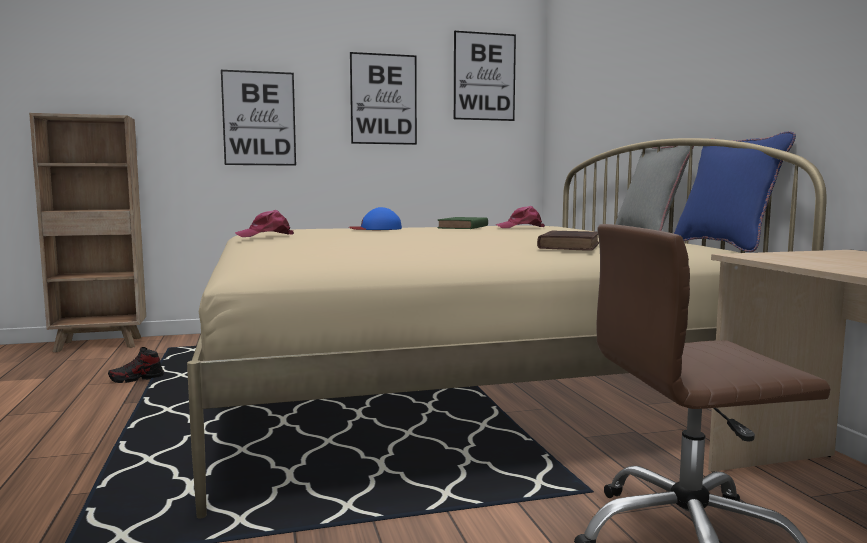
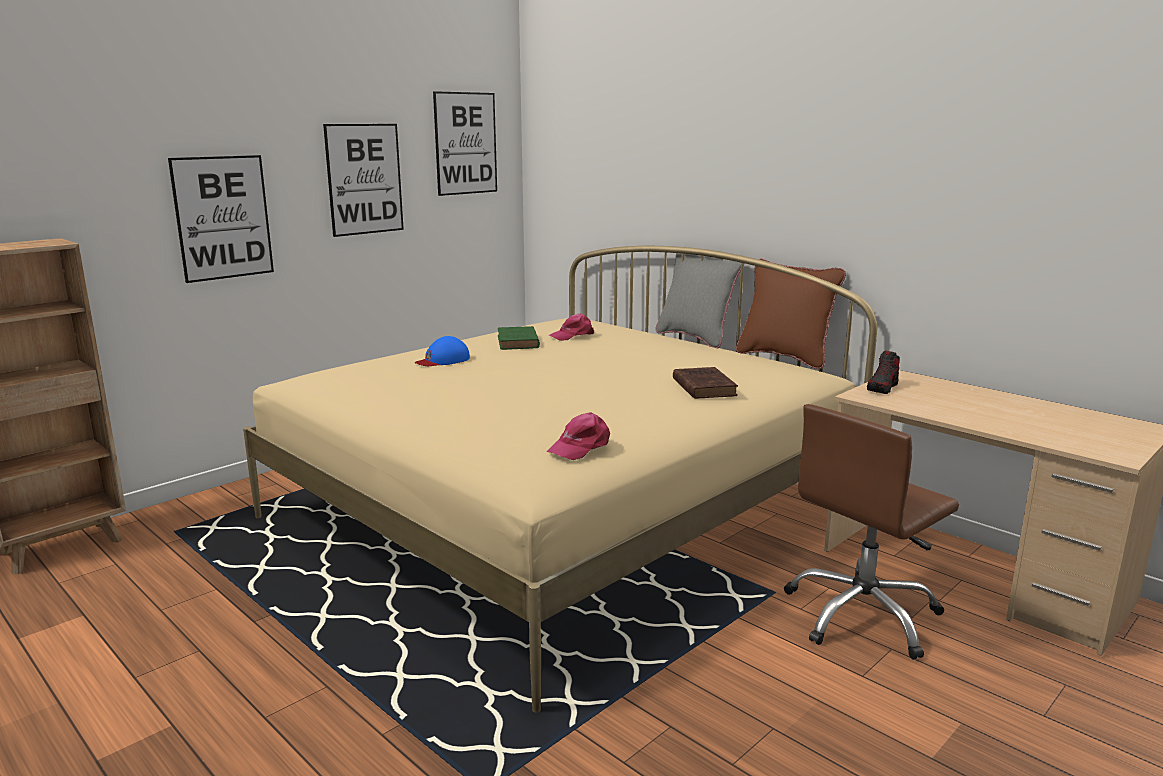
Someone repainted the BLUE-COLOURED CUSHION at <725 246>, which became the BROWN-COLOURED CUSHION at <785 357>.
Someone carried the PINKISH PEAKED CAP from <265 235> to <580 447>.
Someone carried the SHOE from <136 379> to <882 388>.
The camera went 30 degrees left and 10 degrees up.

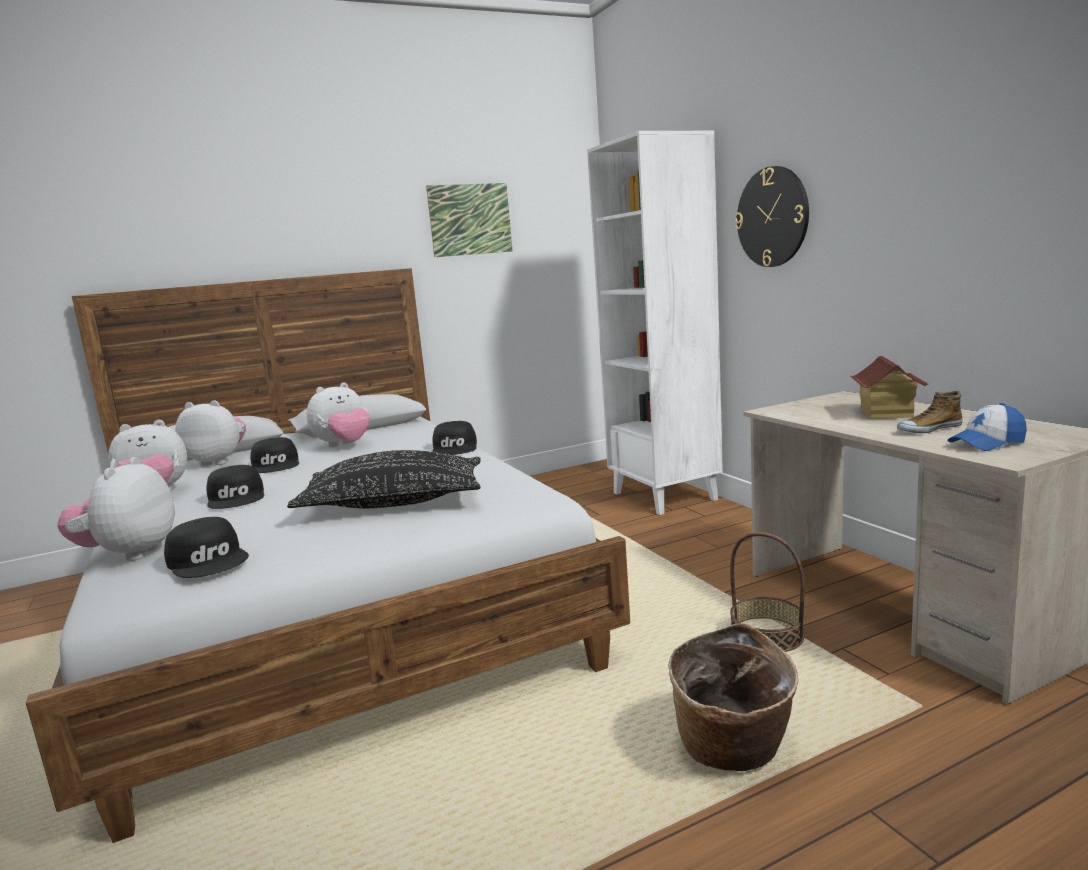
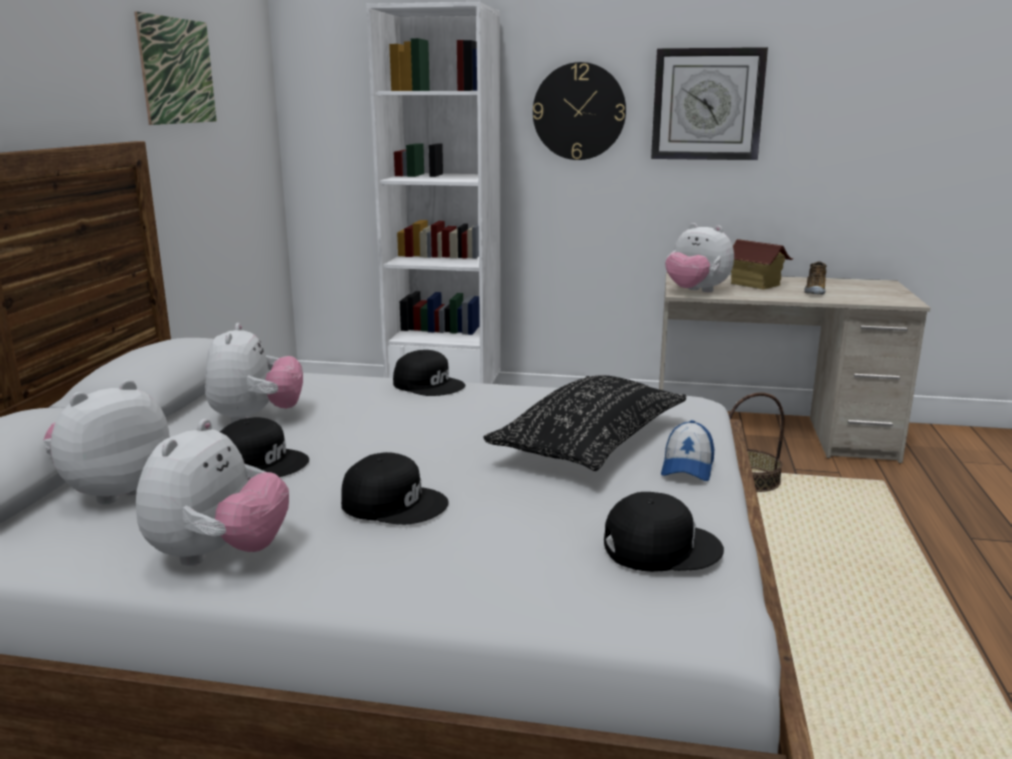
Someone carried the PEAKED CAP from <987 443> to <687 467>.
Someone carried the SOFT TOY from <129 554> to <696 292>.
Someone took away the STORAGE BASKET at <733 750>.
Someone put up the WALL CLOCK at <707 104>.
The camera went 55 degrees left and 5 degrees up.

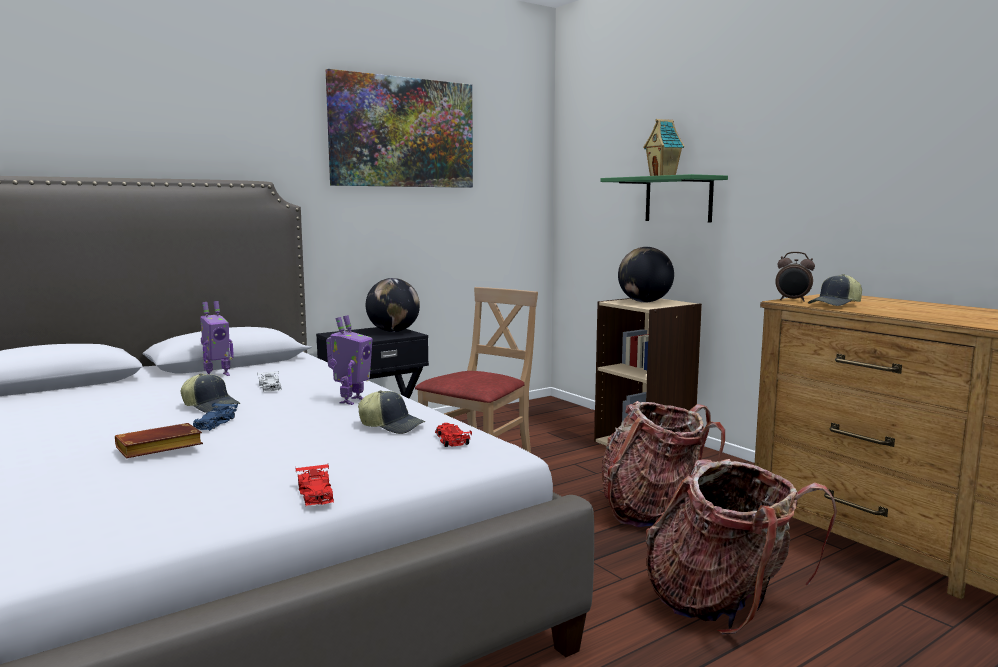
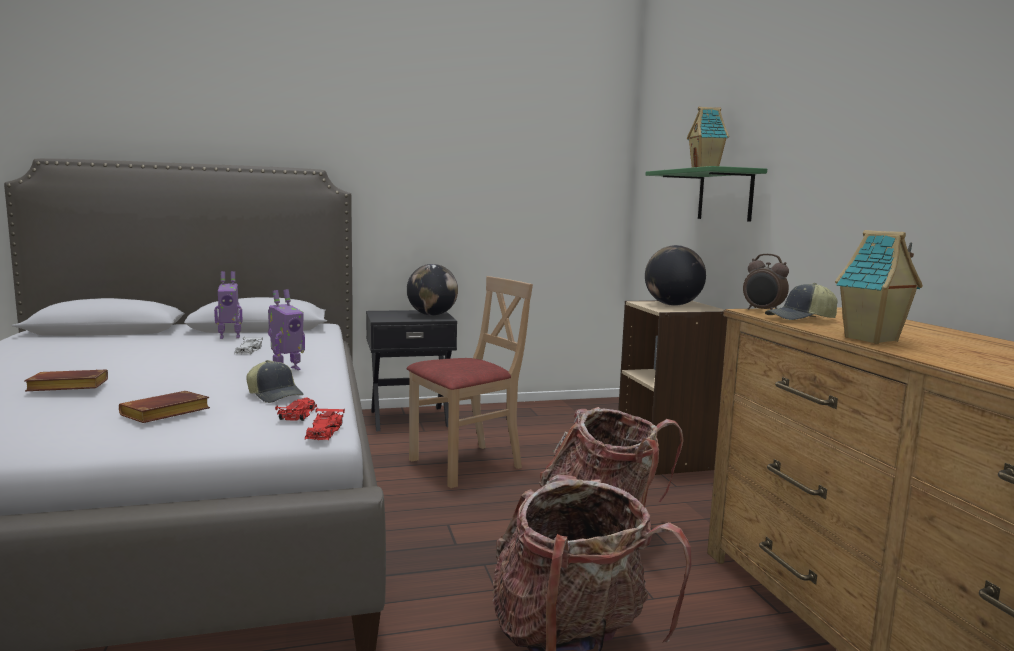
Someone took away the WALL PICTURE at <402 133>.
Someone took away the PEAKED CAP at <211 406>.
Someone took away the BLUE-COLOURED MINIATURE CAR at <214 423>.
Someone carried the RED-COLOURED MINIATURE CAR from <316 494> to <324 432>.
Someone put down the MODEL HOUSE at <872 339>.
Someone put down the BROWN-COLOURED BOUND BOOK at <164 415>.
The camera went 20 degrees right and 0 degrees up.

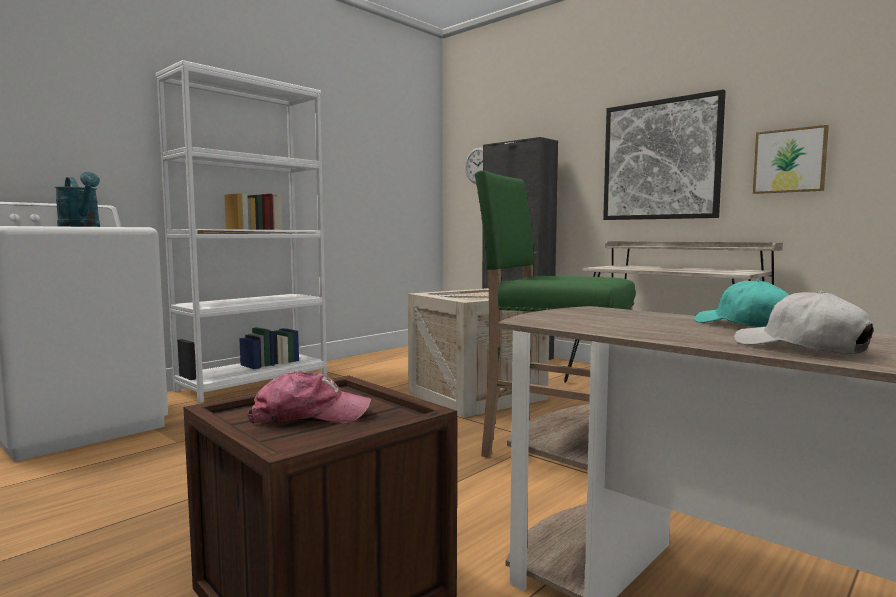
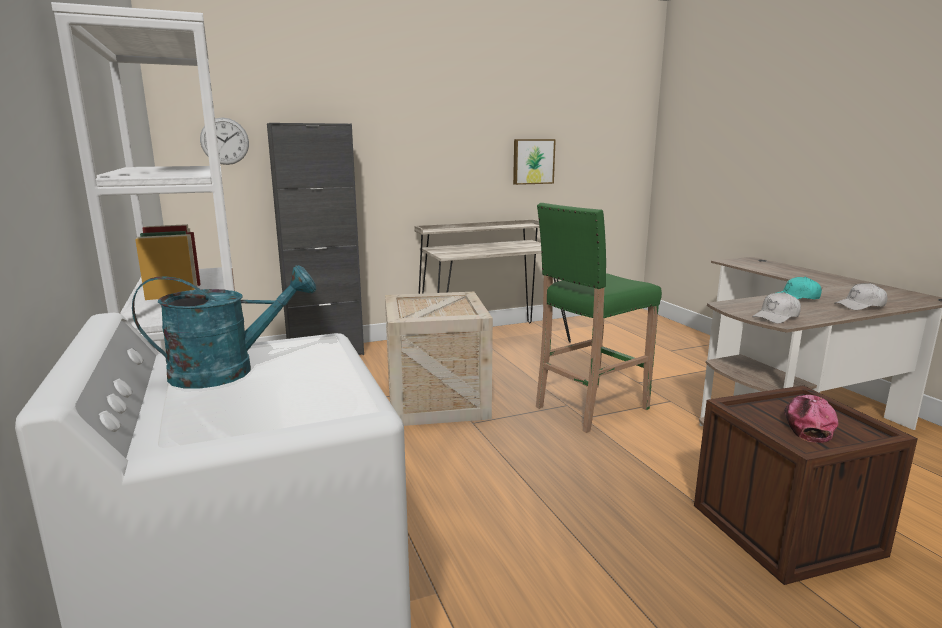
Someone took away the WALL PICTURE at <661 160>.
Someone put down the WHITE PEAKED CAP at <776 317>.
The camera went 65 degrees left and 10 degrees up.

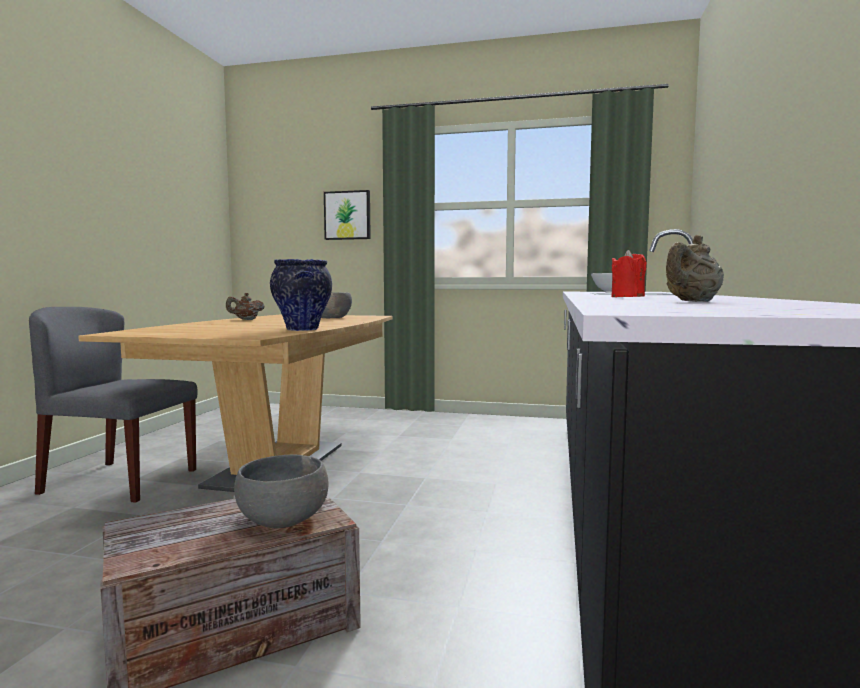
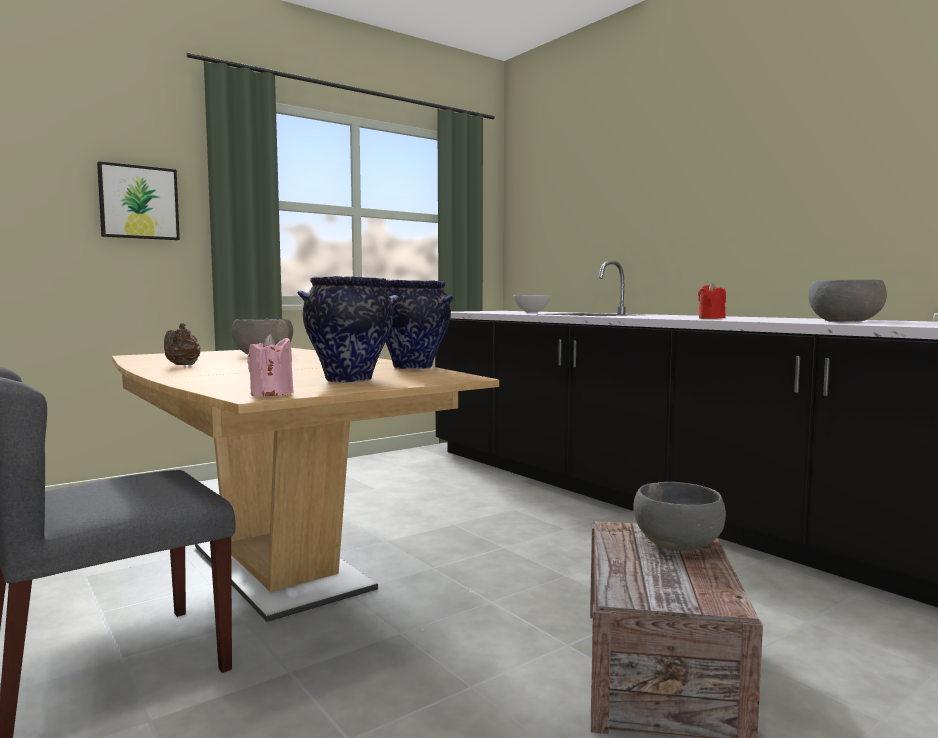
Someone swapped the BEIGE POT FOR TEA at <692 302> for the GREYISH DEEP DISH at <845 321>.
Someone put down the DECORATIVE VASE at <350 380>.
Someone put down the PINKISH WAX CANDLE at <271 394>.
The camera went 50 degrees left and 0 degrees up.

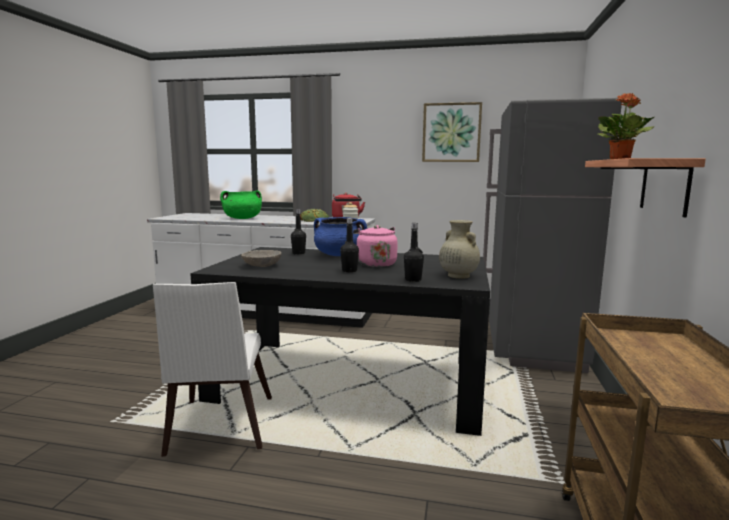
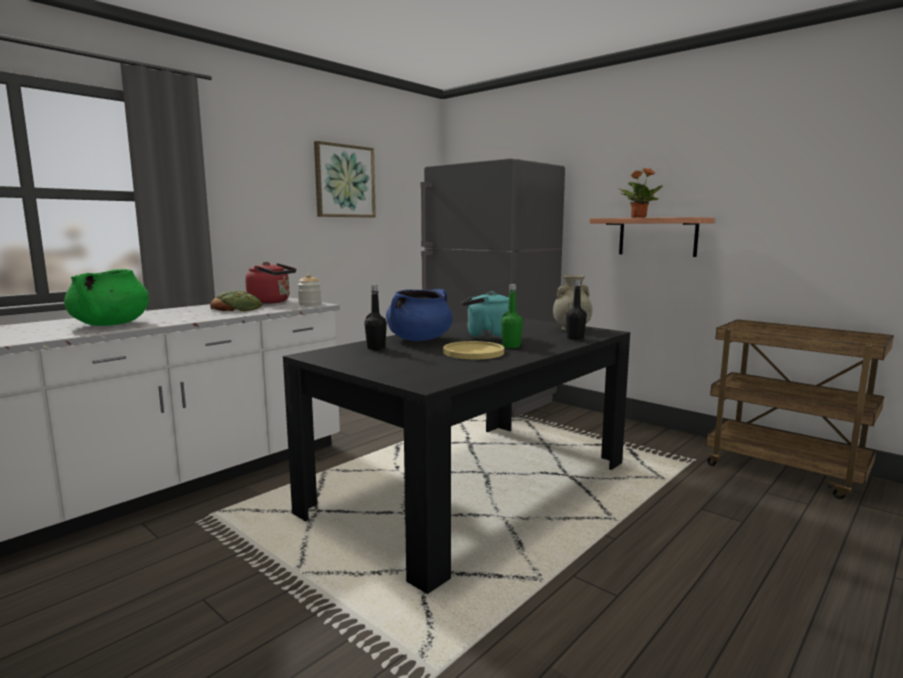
Someone repainted the BLACK-COLOURED BOTTLE at <349 271>, which became the GREEN BOTTLE at <511 346>.
Someone repainted the PINKISH KETTLE at <375 264>, which became the TURQUOISE-COLOURED KETTLE at <487 337>.
Someone took away the GREYISH DEEP DISH at <262 266>.
Someone took away the WHITE PLAIN CHAIR at <218 429>.
Someone put down the YELLOWISH DINNER PLATE at <473 352>.
The camera went 60 degrees left and 0 degrees up.

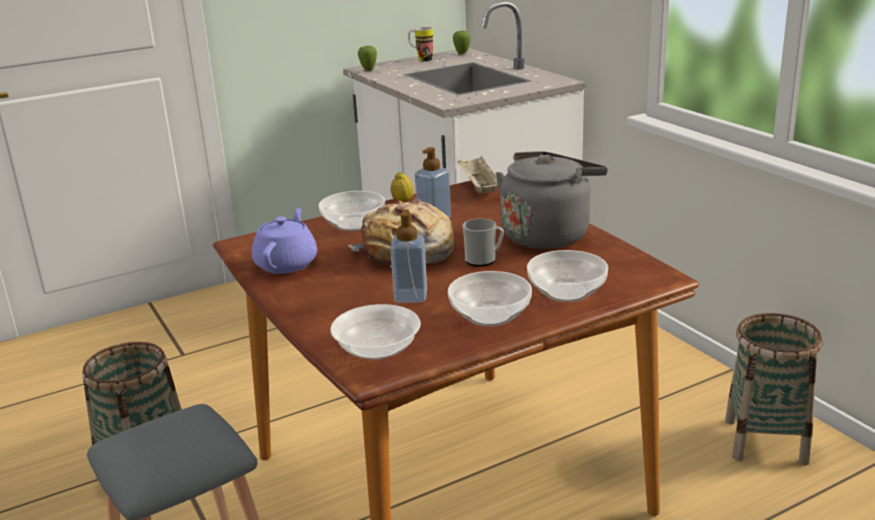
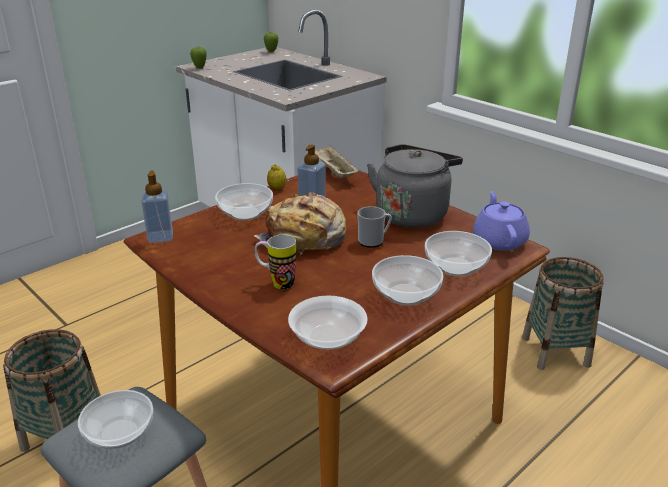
Someone carried the MUG from <421 60> to <276 283>.
Someone carried the PURPLISH POT FOR TEA from <287 263> to <499 240>.
Someone carried the SOAP DISPENSER from <410 296> to <160 237>.
Someone put down the DEEP DISH at <119 434>.
The camera went 15 degrees left and 5 degrees up.

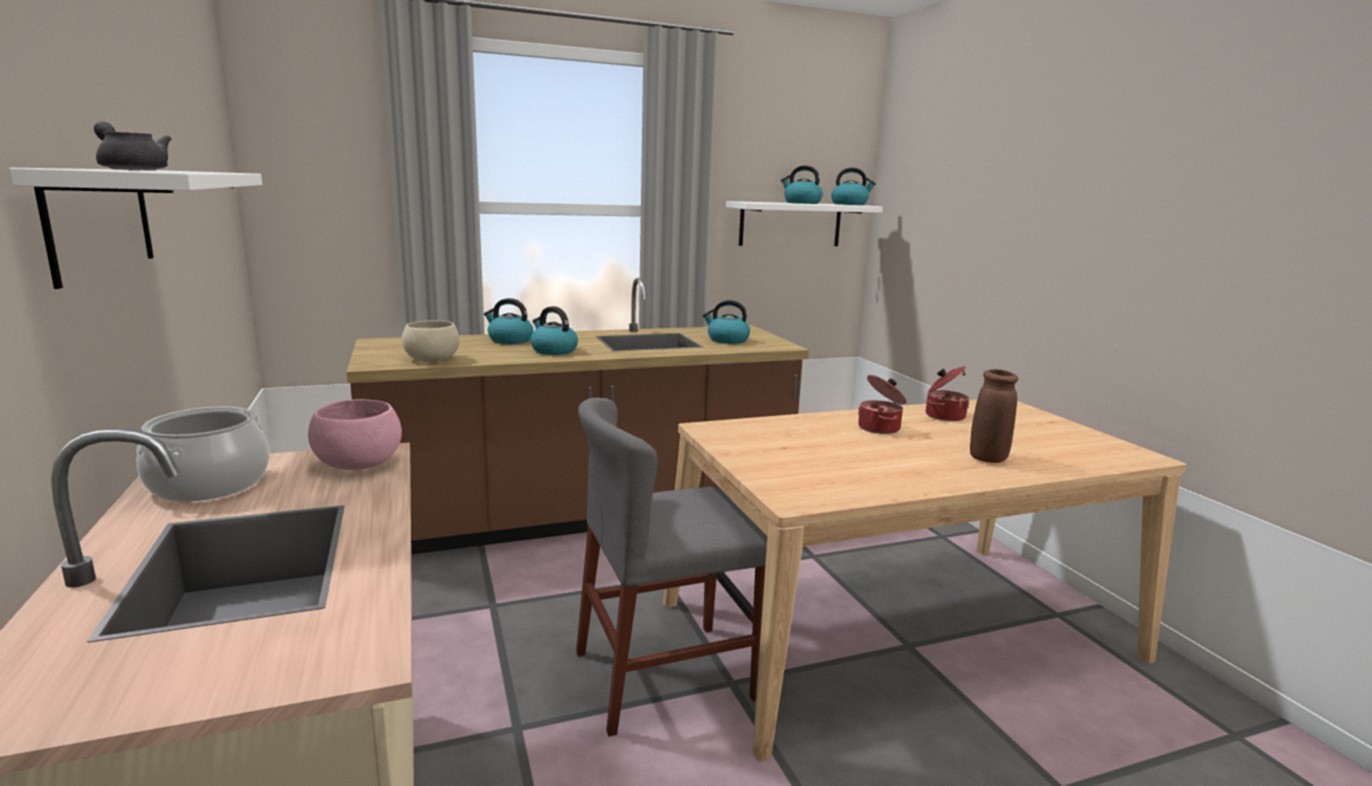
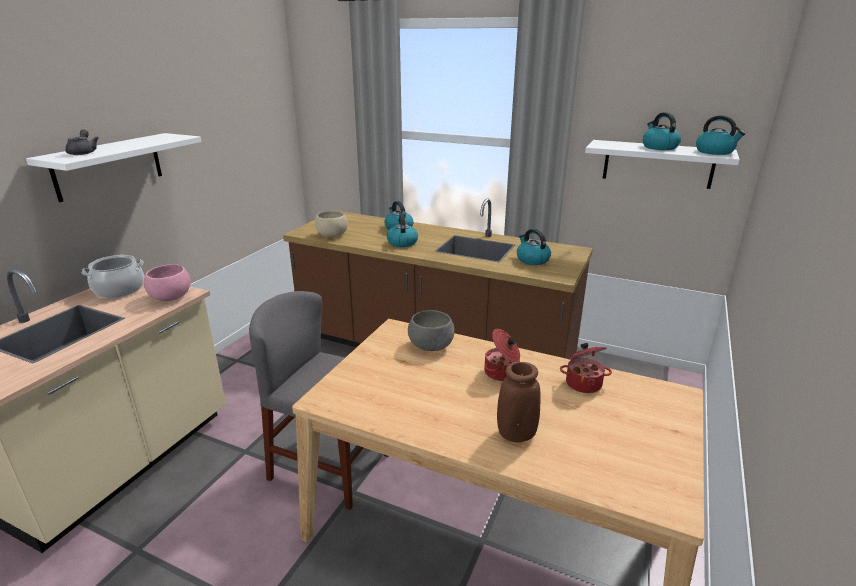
Someone put down the GREYISH DEEP DISH at <430 345>.
The camera went 45 degrees right and 10 degrees up.

